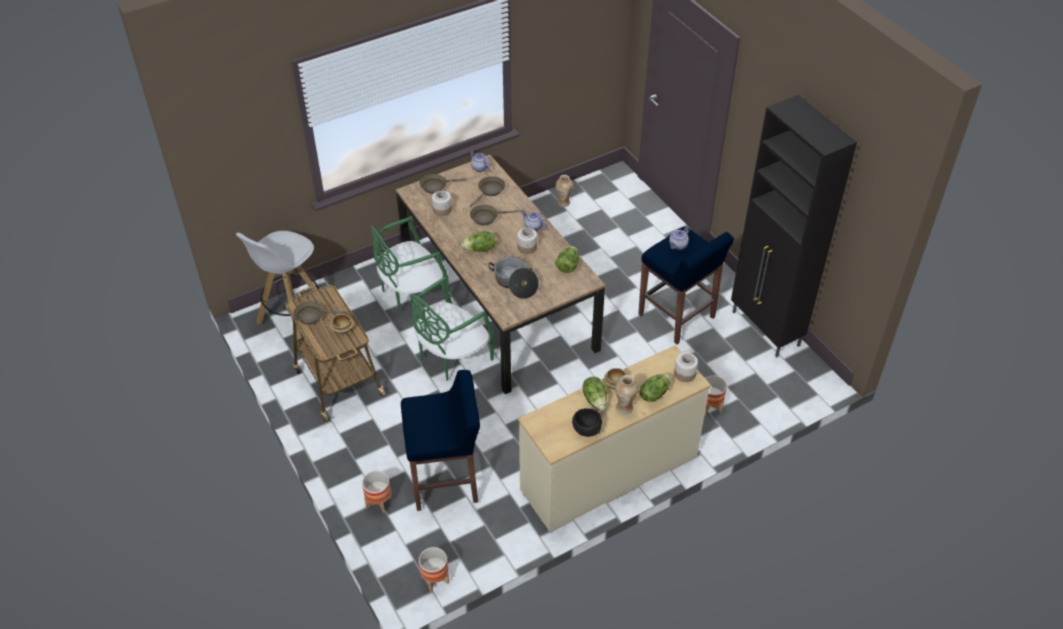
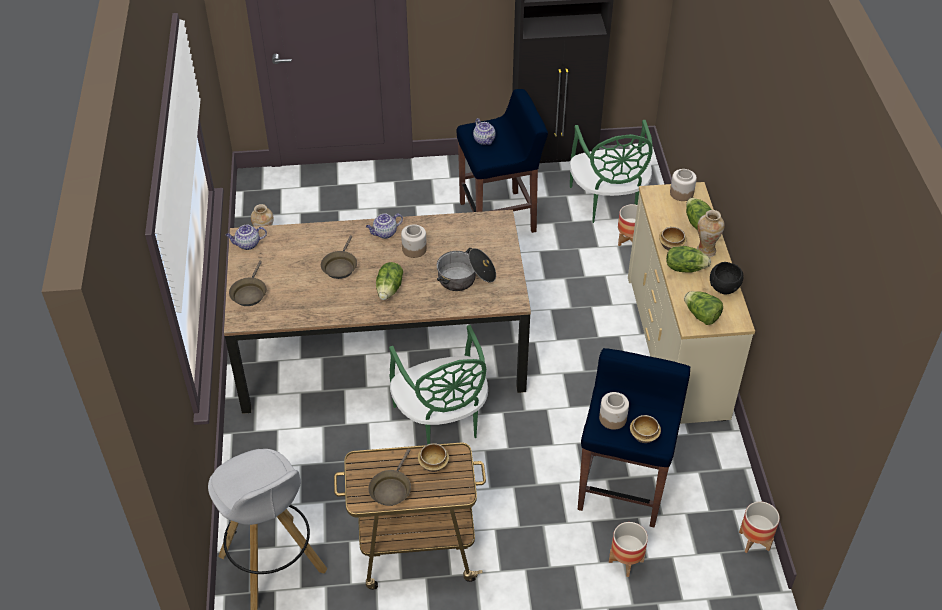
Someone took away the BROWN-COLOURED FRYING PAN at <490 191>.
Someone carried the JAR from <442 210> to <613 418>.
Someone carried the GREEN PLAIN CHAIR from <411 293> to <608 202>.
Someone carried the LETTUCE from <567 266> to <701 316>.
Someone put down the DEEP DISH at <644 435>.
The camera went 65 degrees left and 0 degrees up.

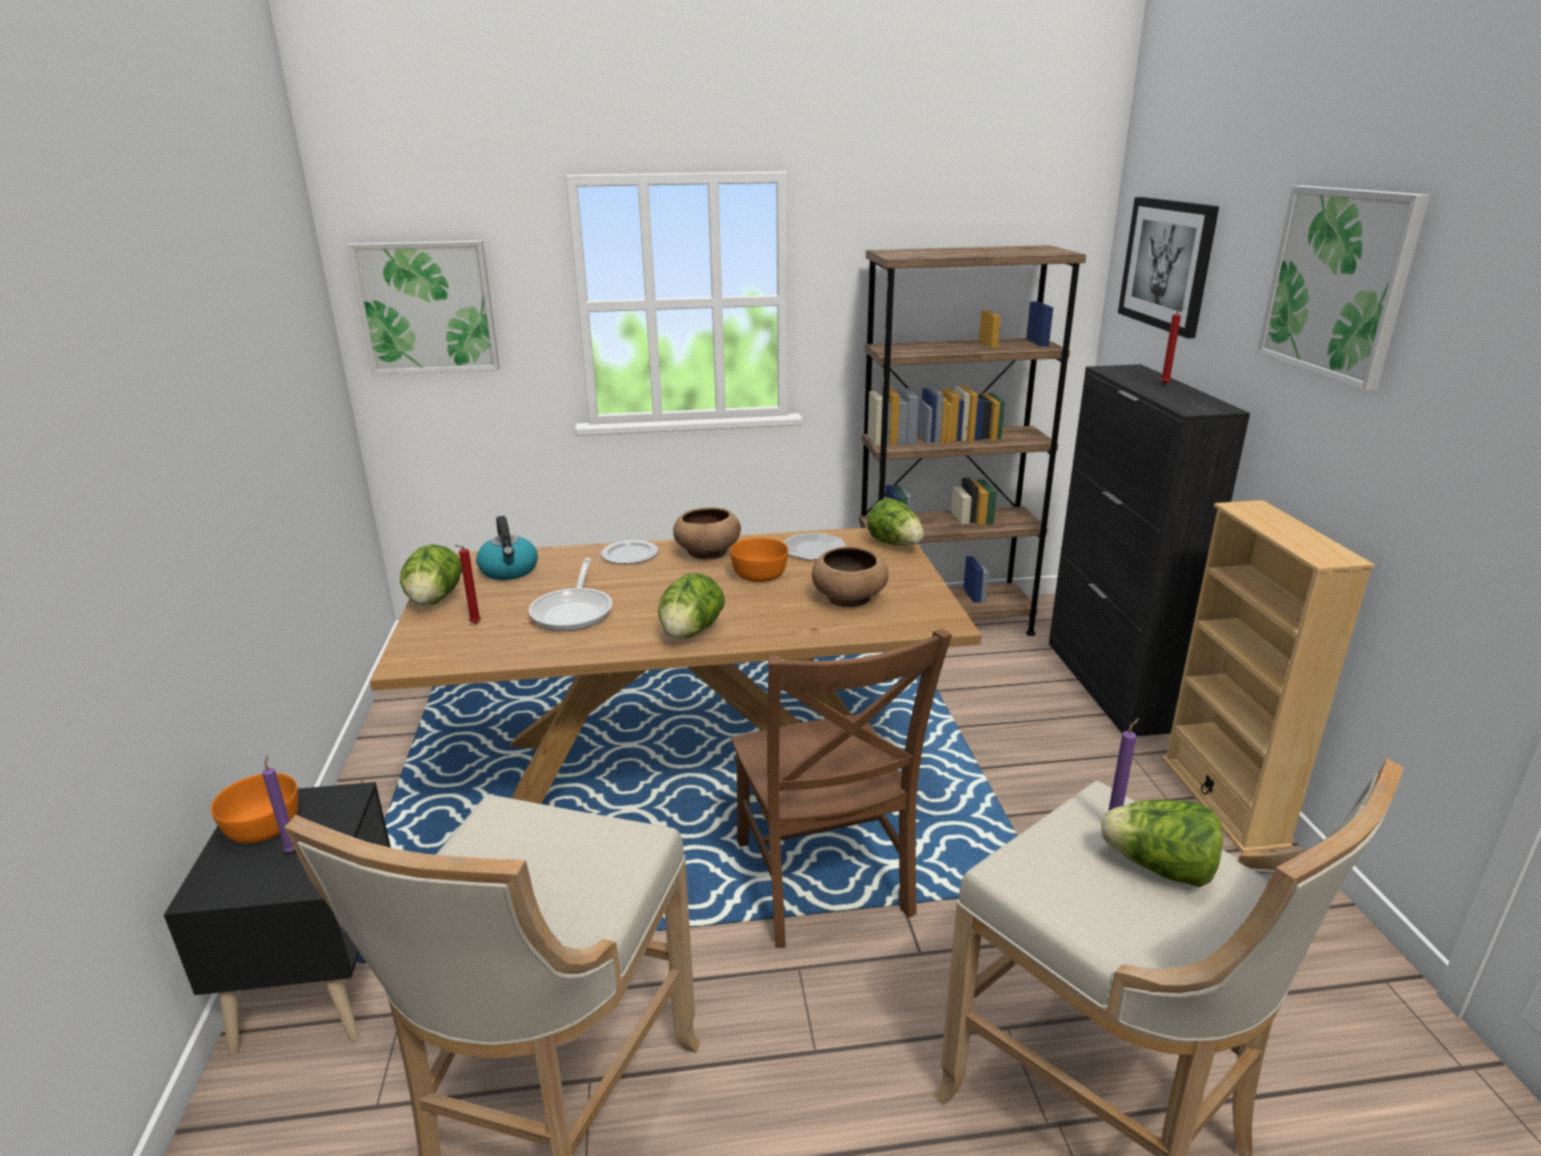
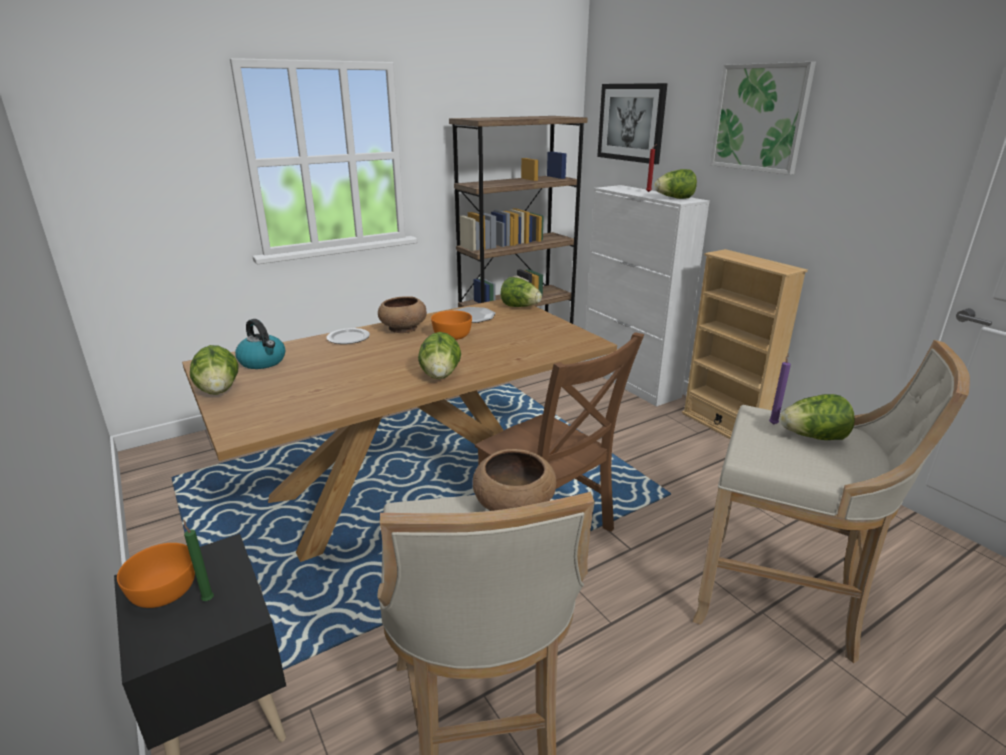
Someone took away the WALL PICTURE at <427 308>.
Someone repainted the BLACK-COLOURED CUPBOARD at <1110 685>, which became the WHITE CUPBOARD at <630 381>.
Someone took away the RED-COLOURED WAX CANDLE at <474 624>.
Someone carried the BROWN-COLOURED DEEP DISH from <849 598> to <514 506>.
Someone took away the FRYING PAN at <574 611>.
Someone repainted the PURPLISH WAX CANDLE at <292 850>, which became the GREEN WAX CANDLE at <207 599>.
Someone put down the LETTUCE at <674 198>.
The camera went 25 degrees left and 0 degrees up.

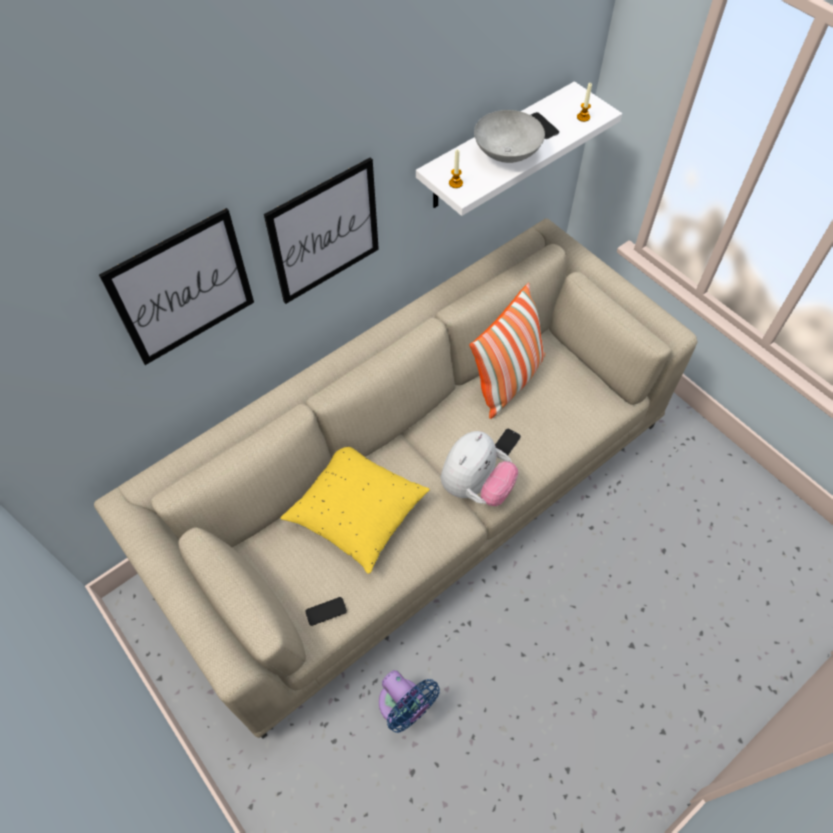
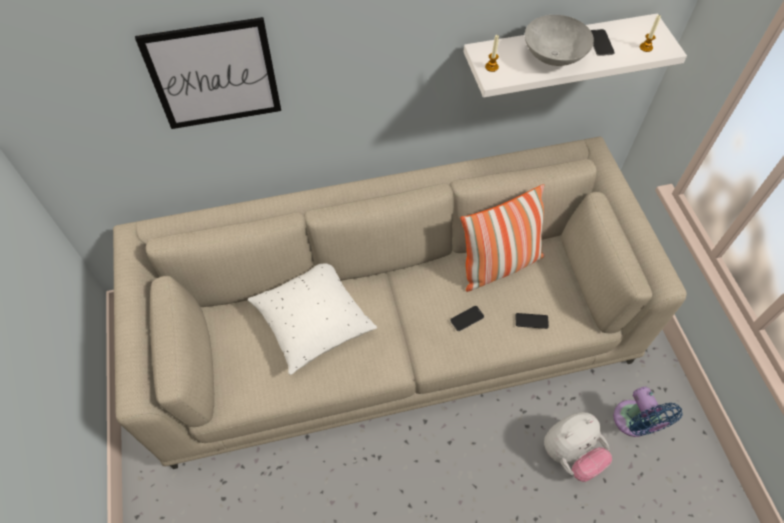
Someone took away the WALL PICTURE at <325 232>.
Someone carried the SOFT TOY from <475 486> to <571 453>.
Someone repainted the YELLOWISH CUSHION at <357 514>, which became the WHITE CUSHION at <313 323>.
Someone carried the TELEPHONE from <326 611> to <531 321>.
Someone carried the BLUE-COLOURED FAN from <404 706> to <634 423>.
The camera went 25 degrees right and 0 degrees up.

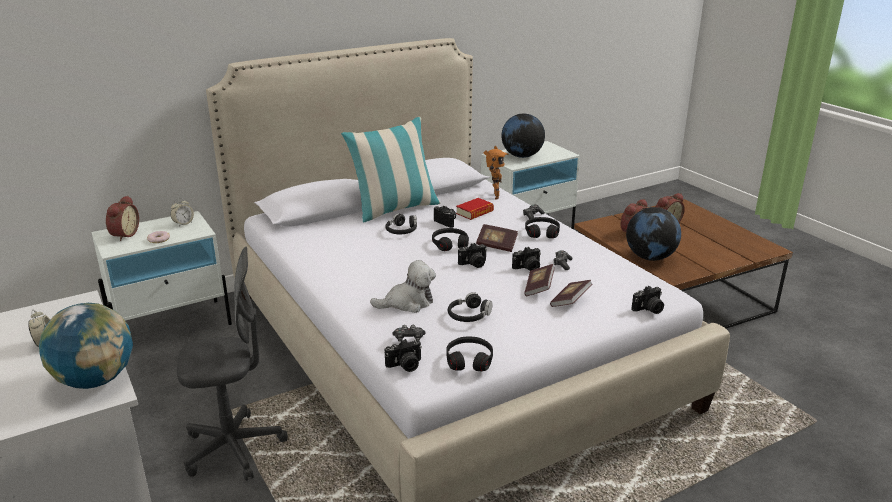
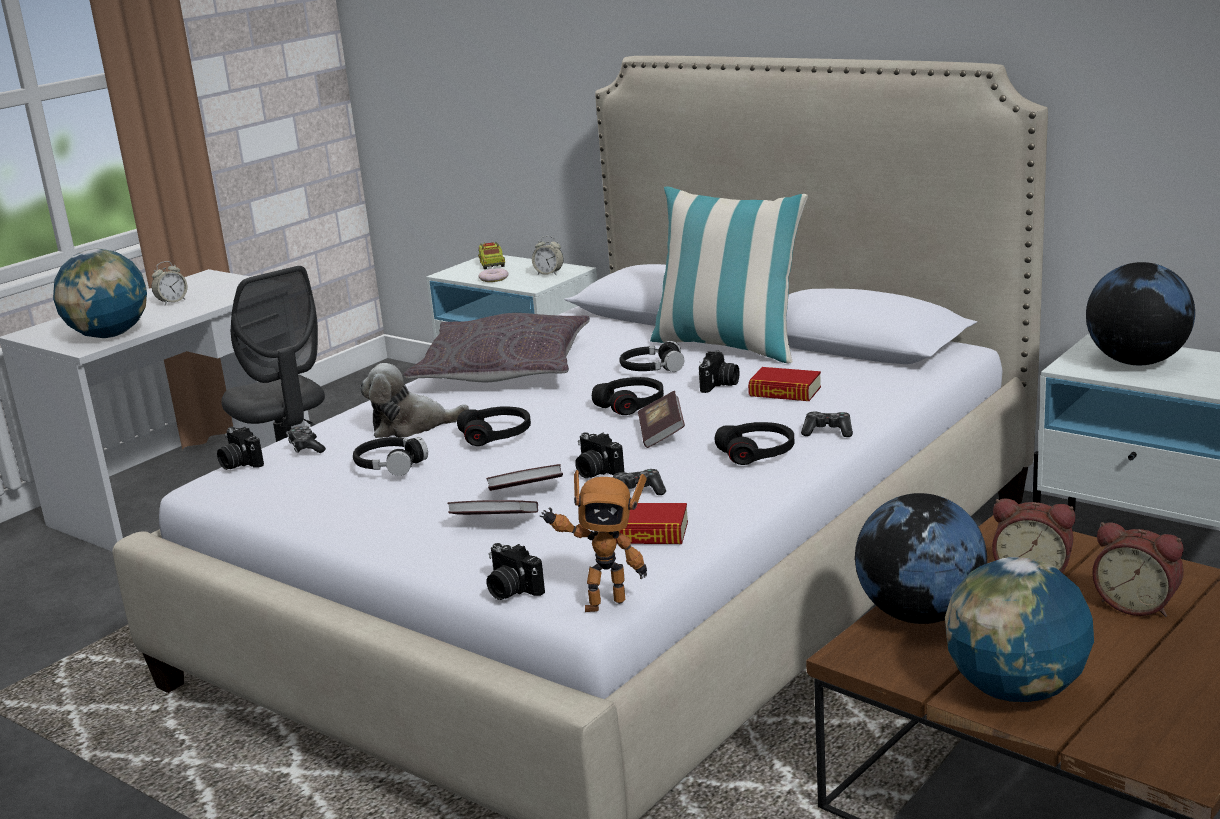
Someone carried the TOY ROBOT from <493 196> to <602 603>.
Someone swapped the BEDSIDE CLOCK at <123 235> for the MODEL TRUCK at <492 264>.
Someone took away the PHOTO CAMERA at <473 264>.
Someone rotated the SOFT TOY at <408 303> by 120 degrees clockwise.
Someone carried the BLACK-COLOURED HEADPHONES from <469 360> to <496 435>.
Someone put down the GREYISH CUSHION at <503 369>.
Someone put down the BOUND BOOK at <647 533>.
Someone put down the DESK GLOBE at <1016 691>.
The camera went 70 degrees right and 5 degrees down.

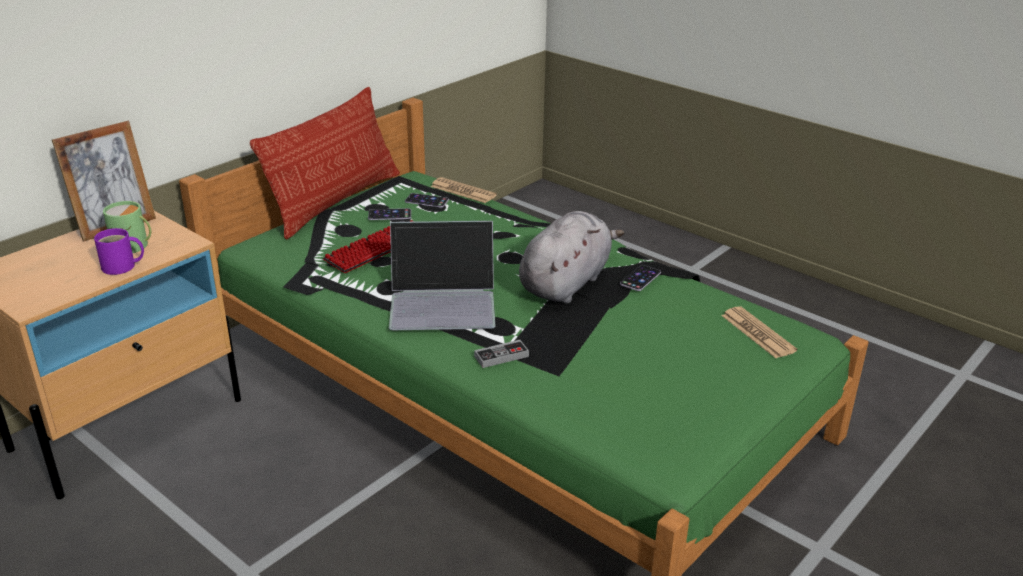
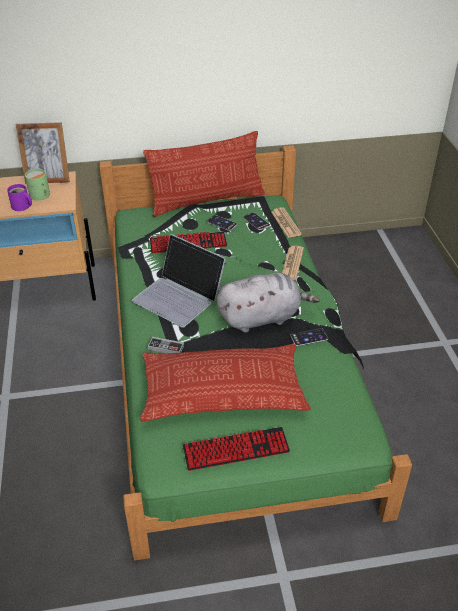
Someone carried the NEWSPAPER from <757 333> to <292 263>.
Someone put down the CUSHION at <223 390>.
Someone put down the PC KEYBOARD at <236 450>.
The camera went 40 degrees right and 10 degrees up.

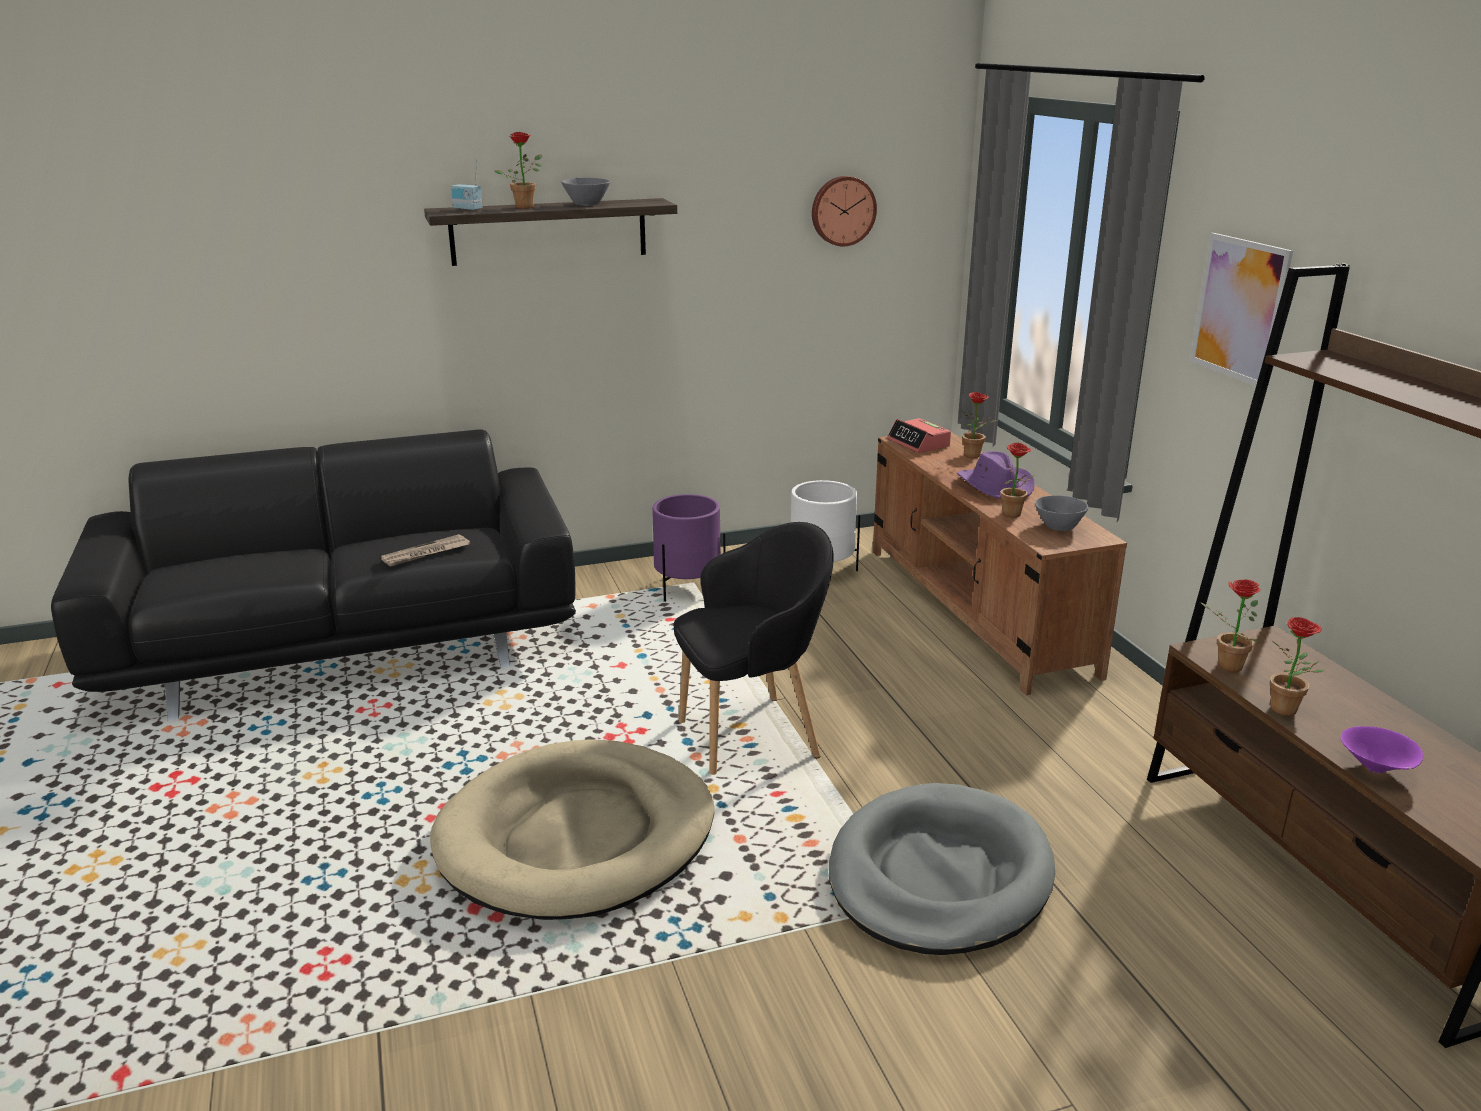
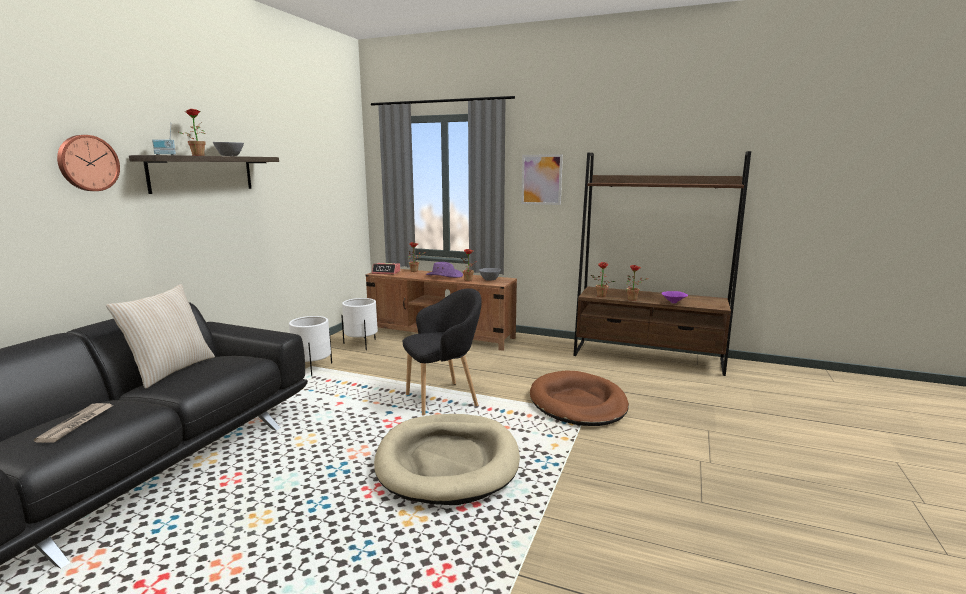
Someone carried the WALL CLOCK from <842 210> to <87 163>.
Someone repainted the PURPLISH PLANT POT at <687 588>, which became the WHITE PLANT POT at <312 368>.
Someone rotated the BLACK-COLOURED EASY CHAIR at <752 736> by 45 degrees clockwise.
Someone carried the NEWSPAPER from <426 553> to <77 424>.
Someone repainted the GREYISH DOG BED at <938 876>, which became the BROWN-COLOURED DOG BED at <578 403>.
Someone put down the BEIGE CUSHION at <170 370>.
The camera went 50 degrees left and 10 degrees down.

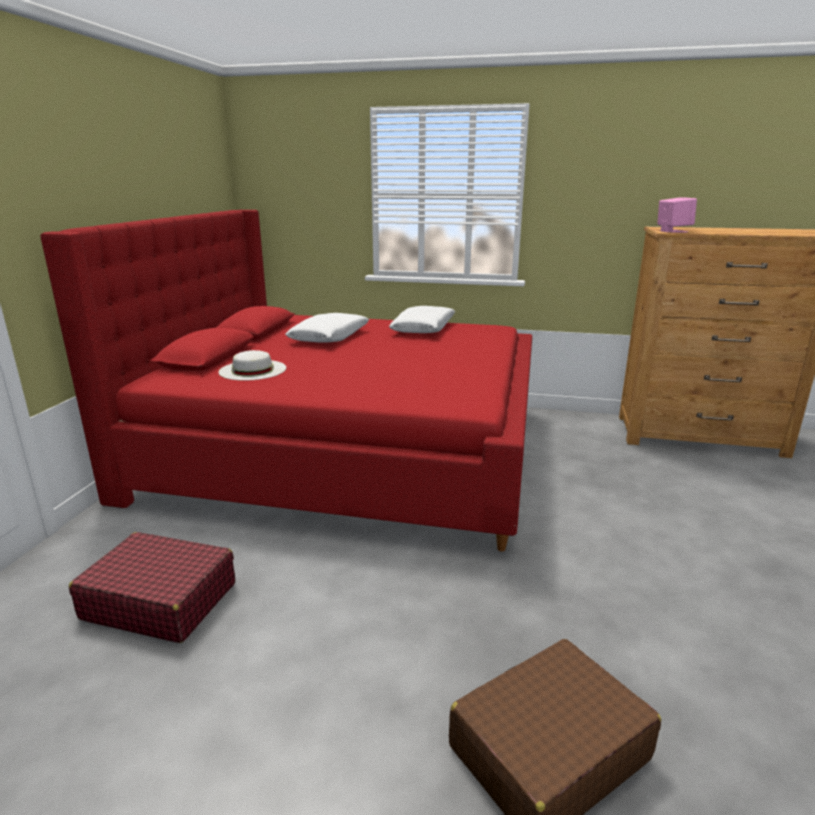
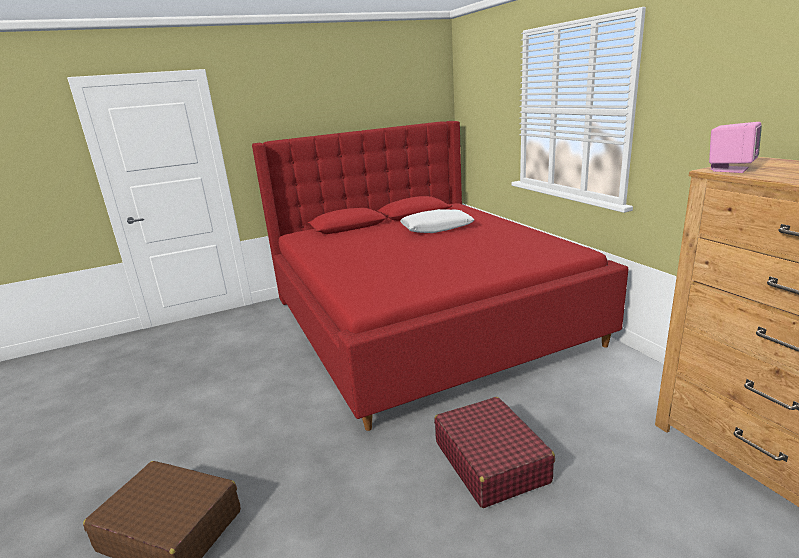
Someone took away the WHITE CUSHION at <423 328>.
Someone took away the WHITE CLOTHING HAT at <253 370>.
Someone carried the RED-COLOURED SUITCASE from <160 600> to <490 461>.
The camera went 55 degrees right and 0 degrees up.

